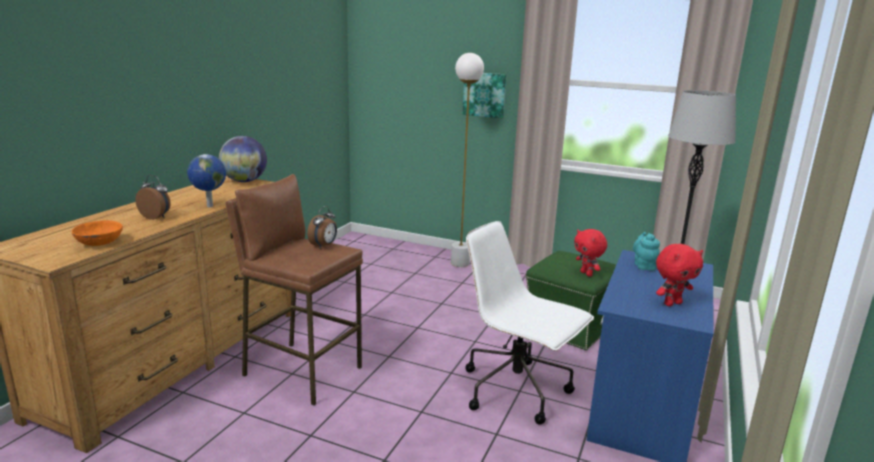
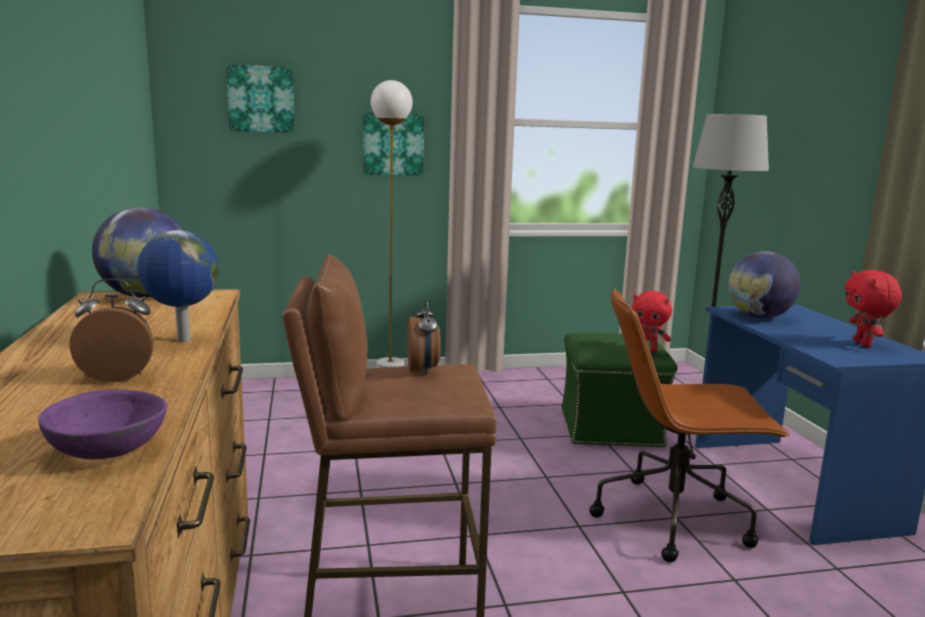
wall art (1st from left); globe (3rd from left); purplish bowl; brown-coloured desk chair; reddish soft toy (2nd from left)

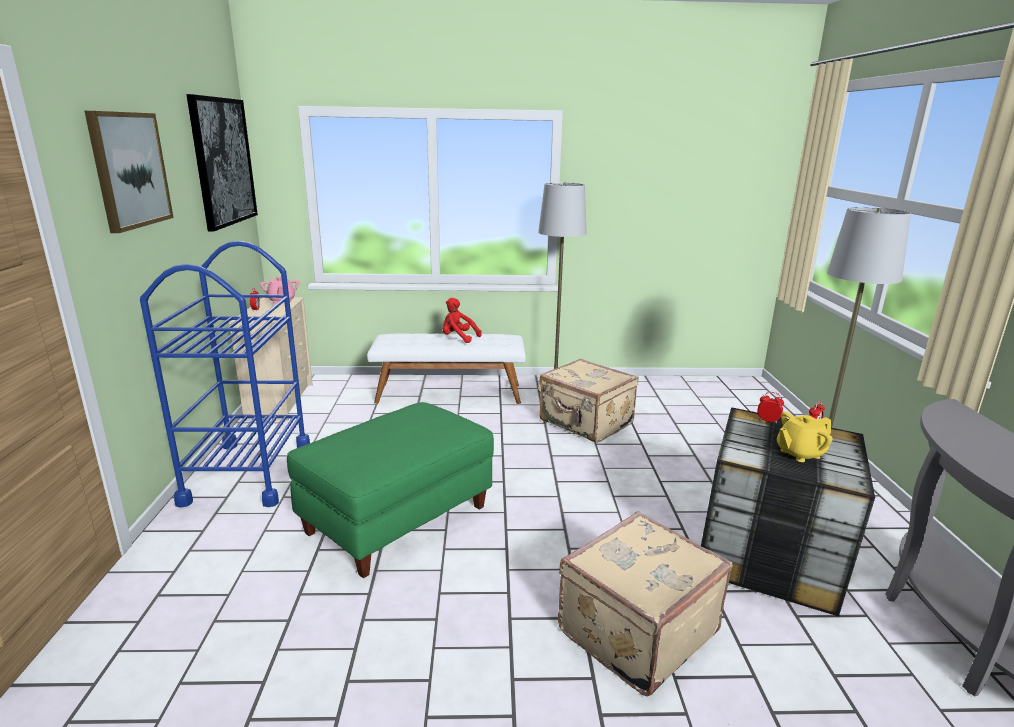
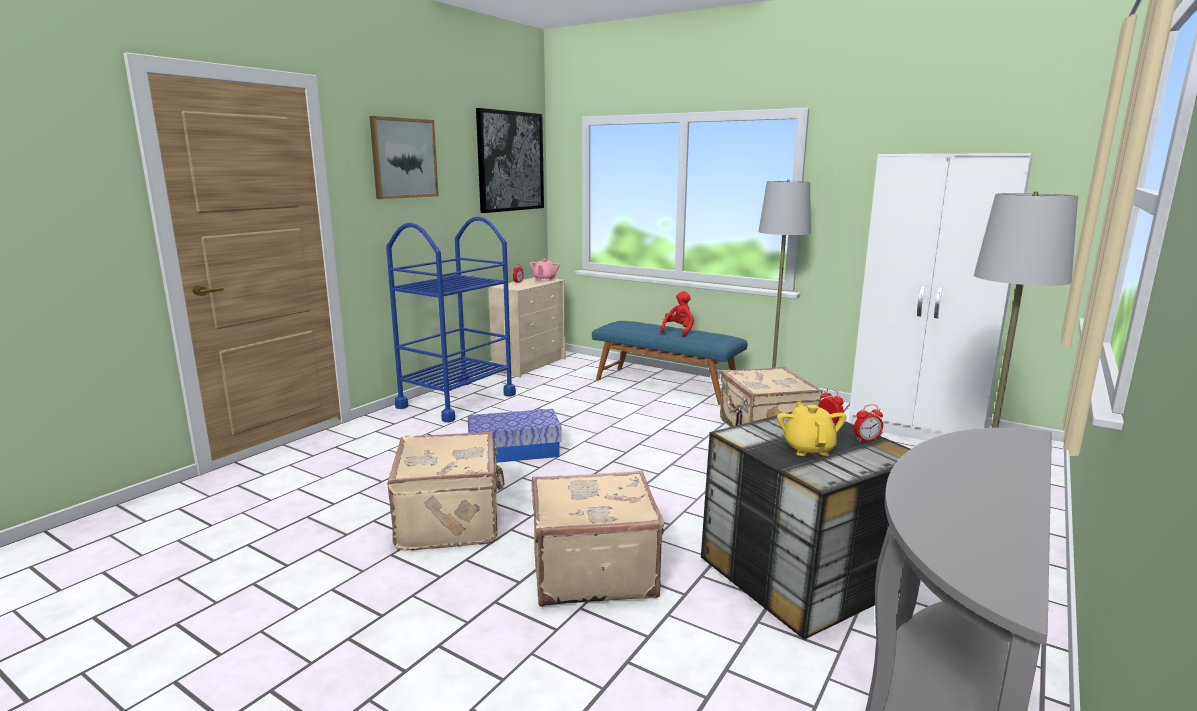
beige suitcase (1st from left); white clothes cupboard; storage box (1st from left); blue long seat; reddish soft toy; yellowish tea pot

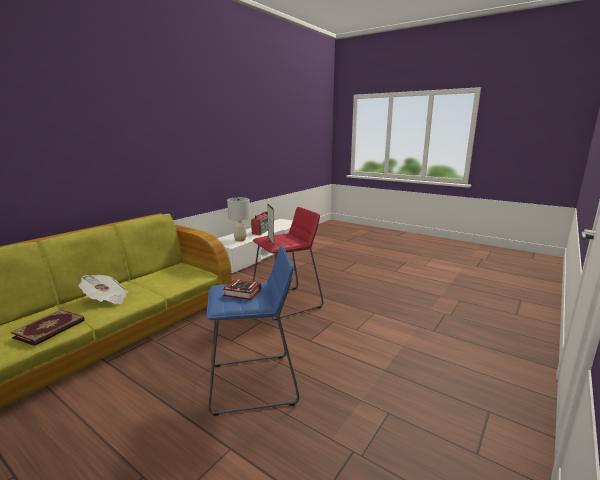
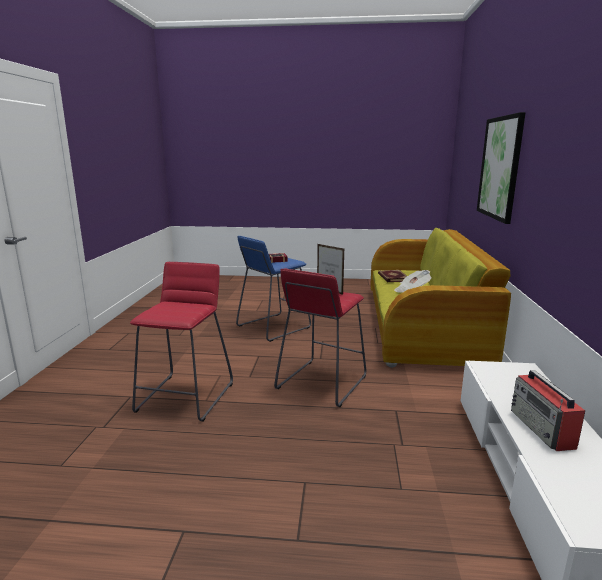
white lamp for a table; reddish stool seat (1st from left); wall art

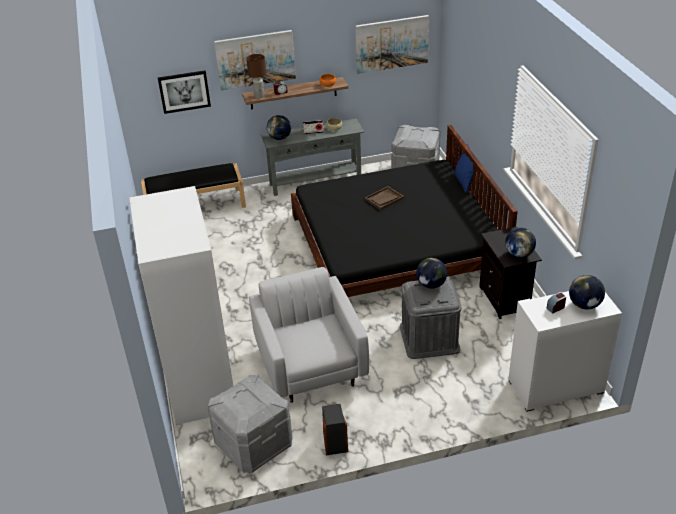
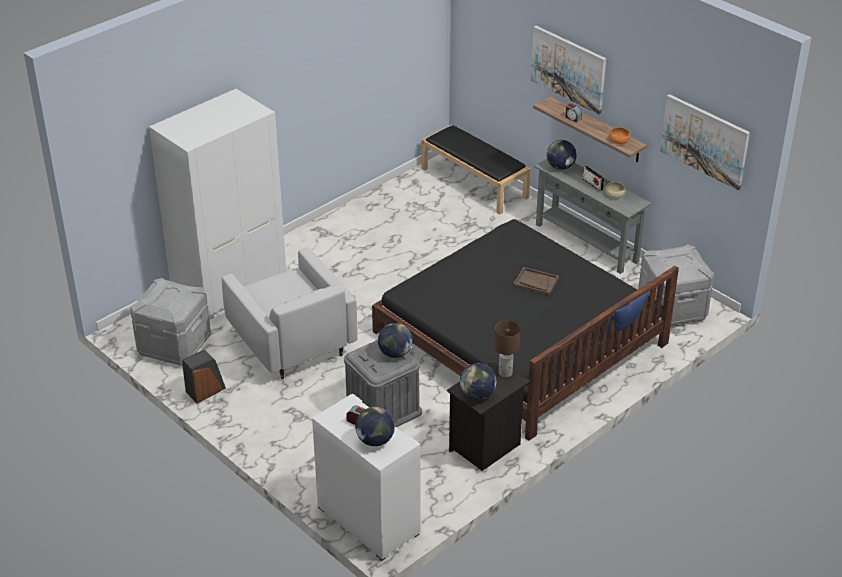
wall art (1st from left in the first image); brown-coloured lamp for a table; white armchair

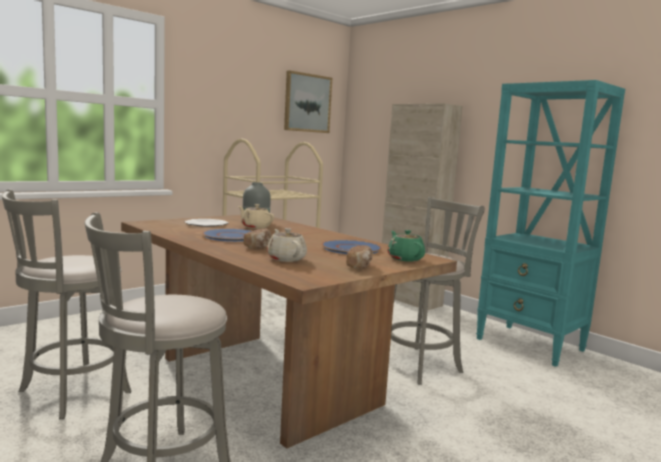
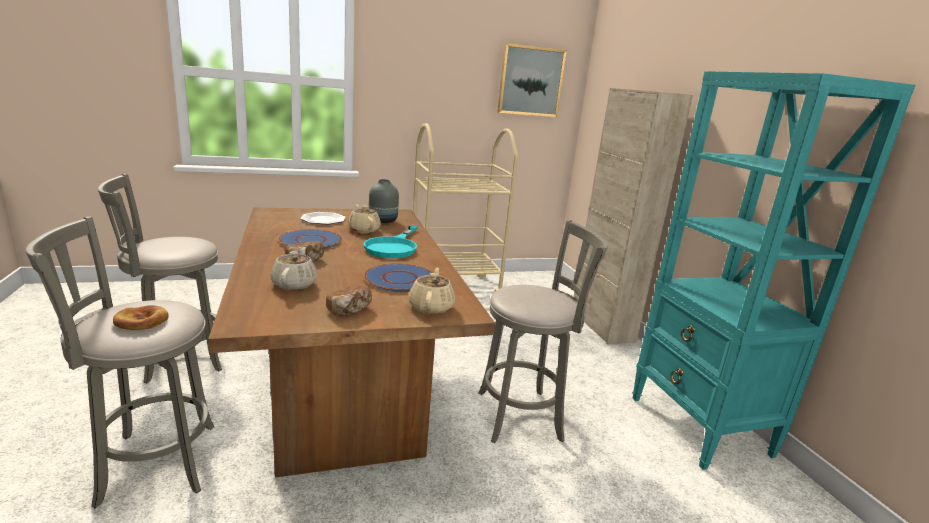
bakery bread (1st from left); turquoise-coloured skillet; beige tea pot (3rd from left)

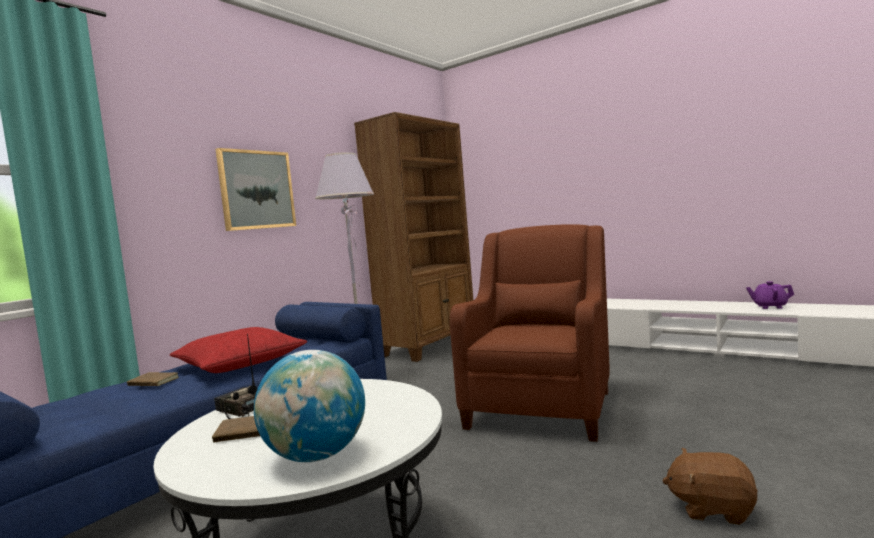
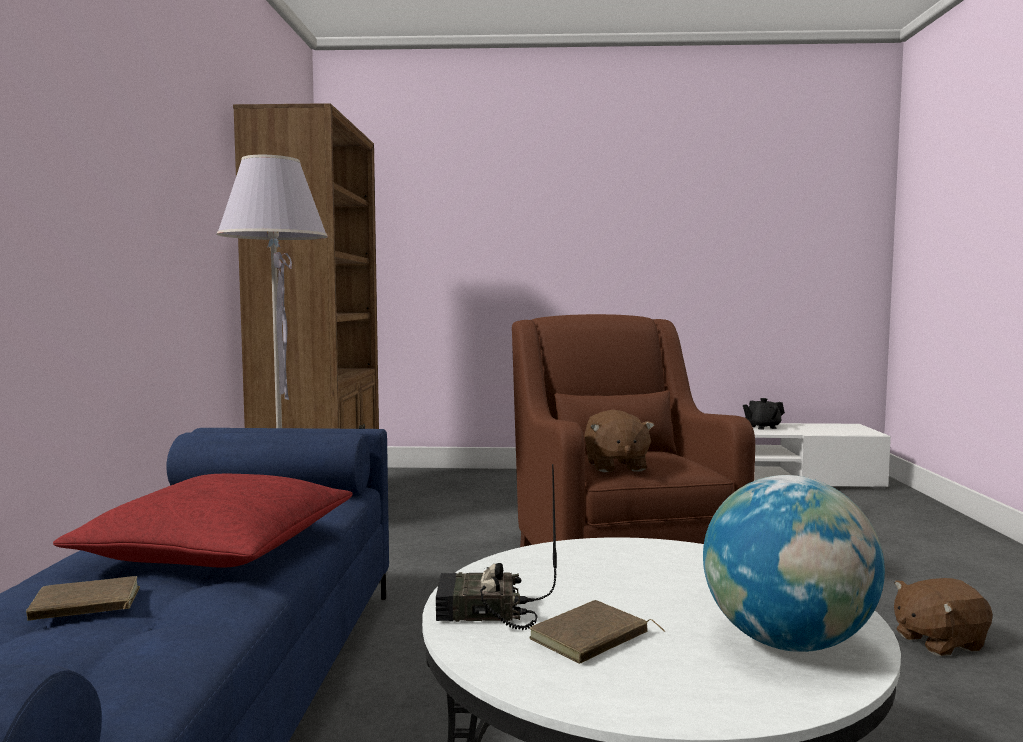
wall art; brown-coloured soft toy (1st from left); blackish tea pot

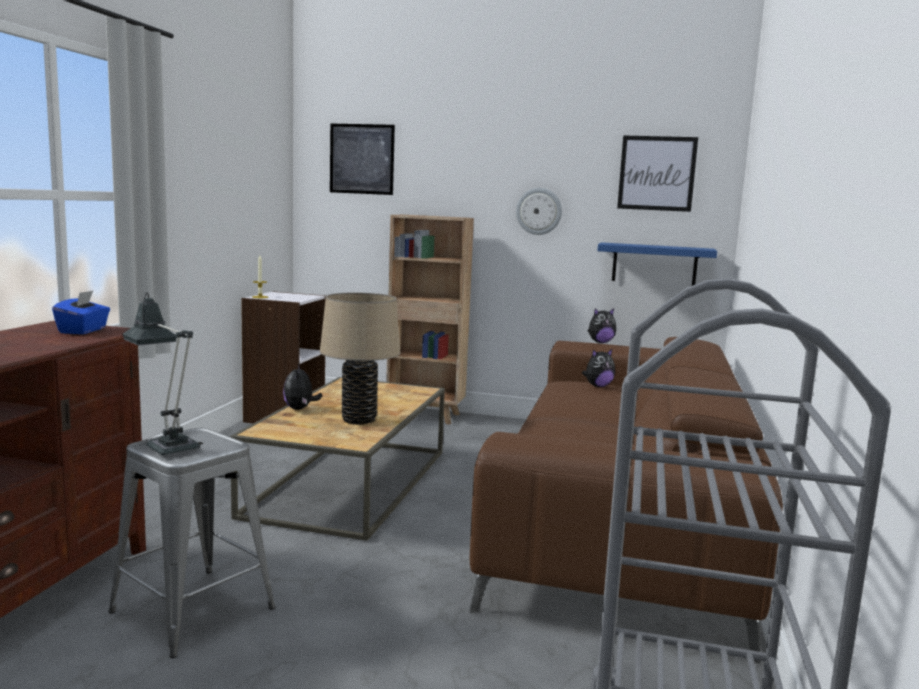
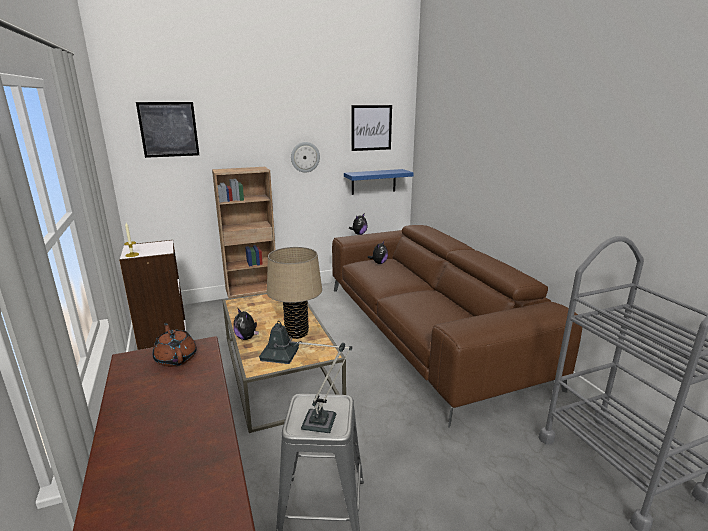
brown-coloured tea pot

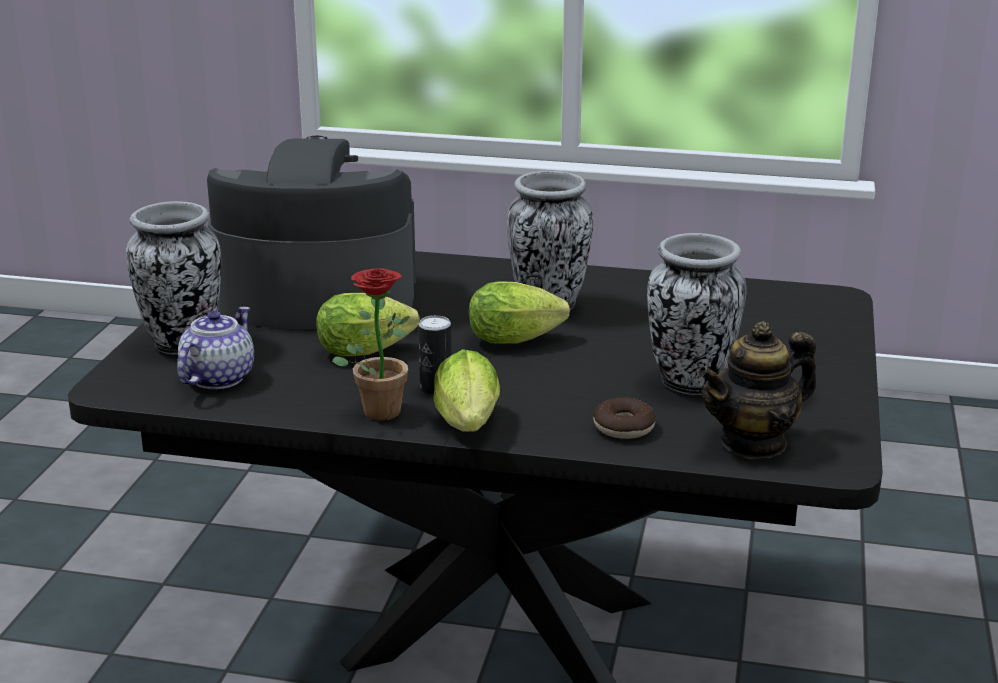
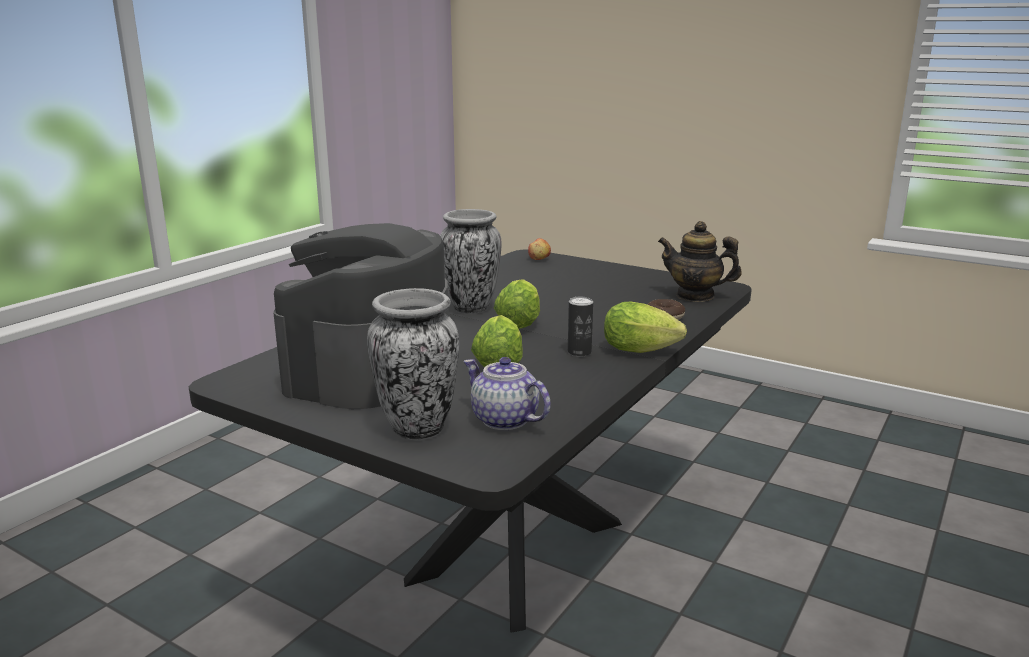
potted plant; decorative vase (3rd from left in the first image); apple; tea pot (2nd from left)

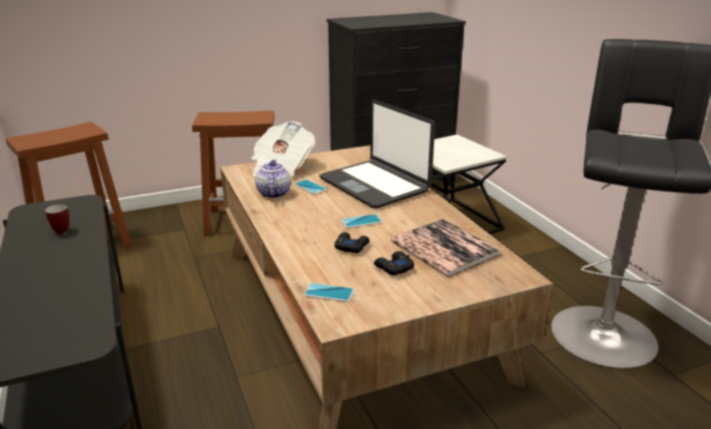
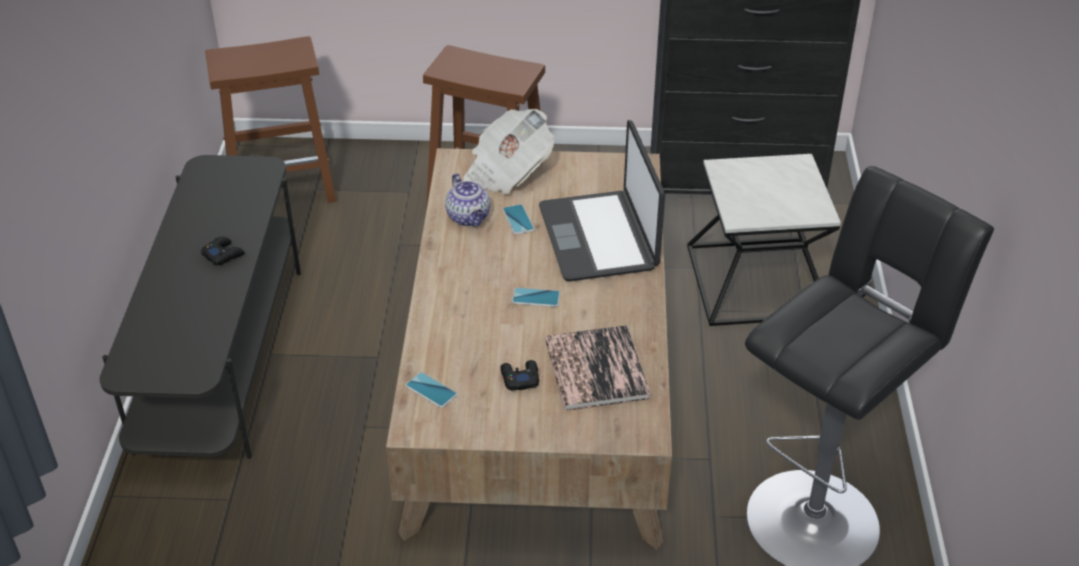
mug; blackish joypad (1st from left); tea pot

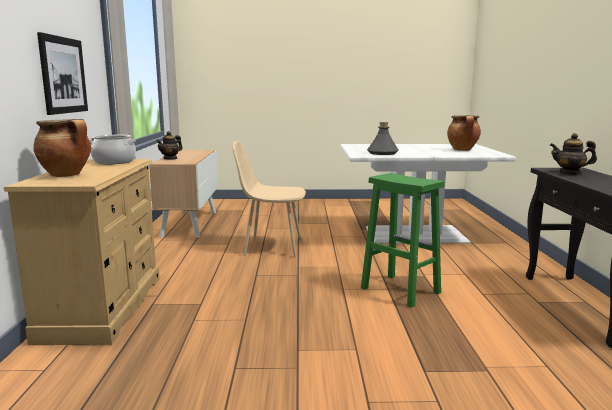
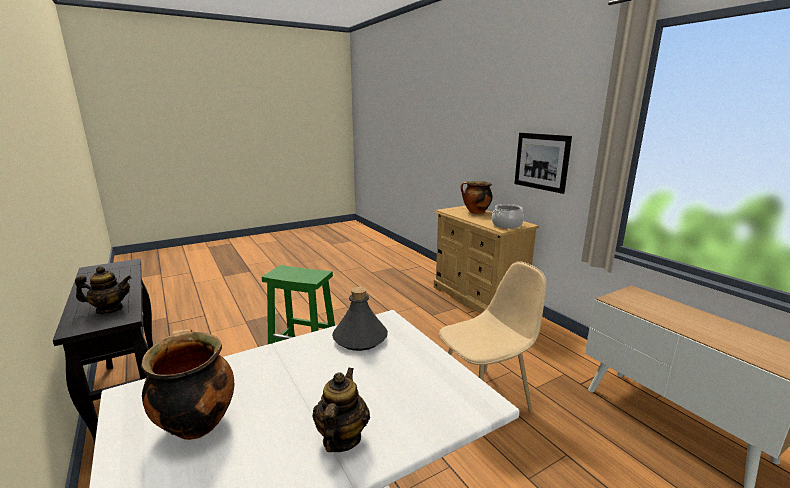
tea pot (2nd from left)

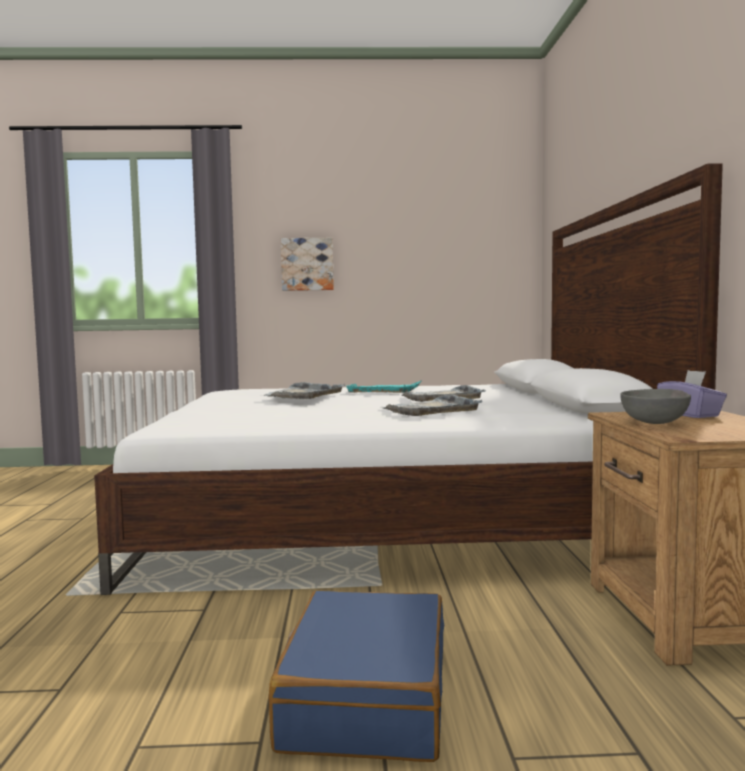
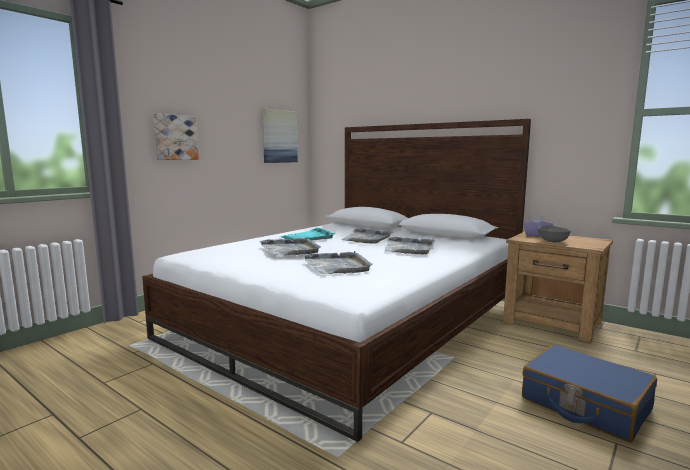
wall art (2nd from left); grey carrying tray (2nd from left)

